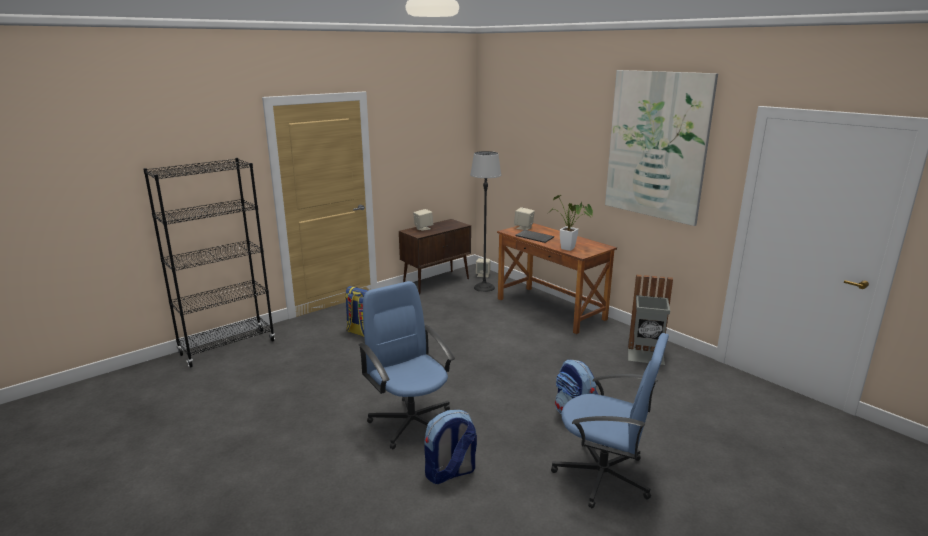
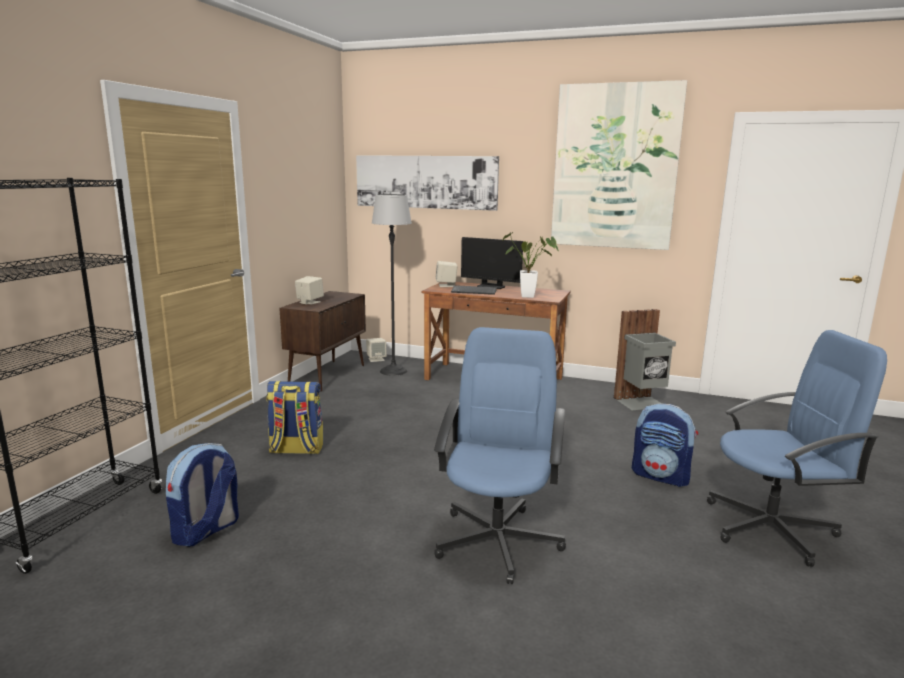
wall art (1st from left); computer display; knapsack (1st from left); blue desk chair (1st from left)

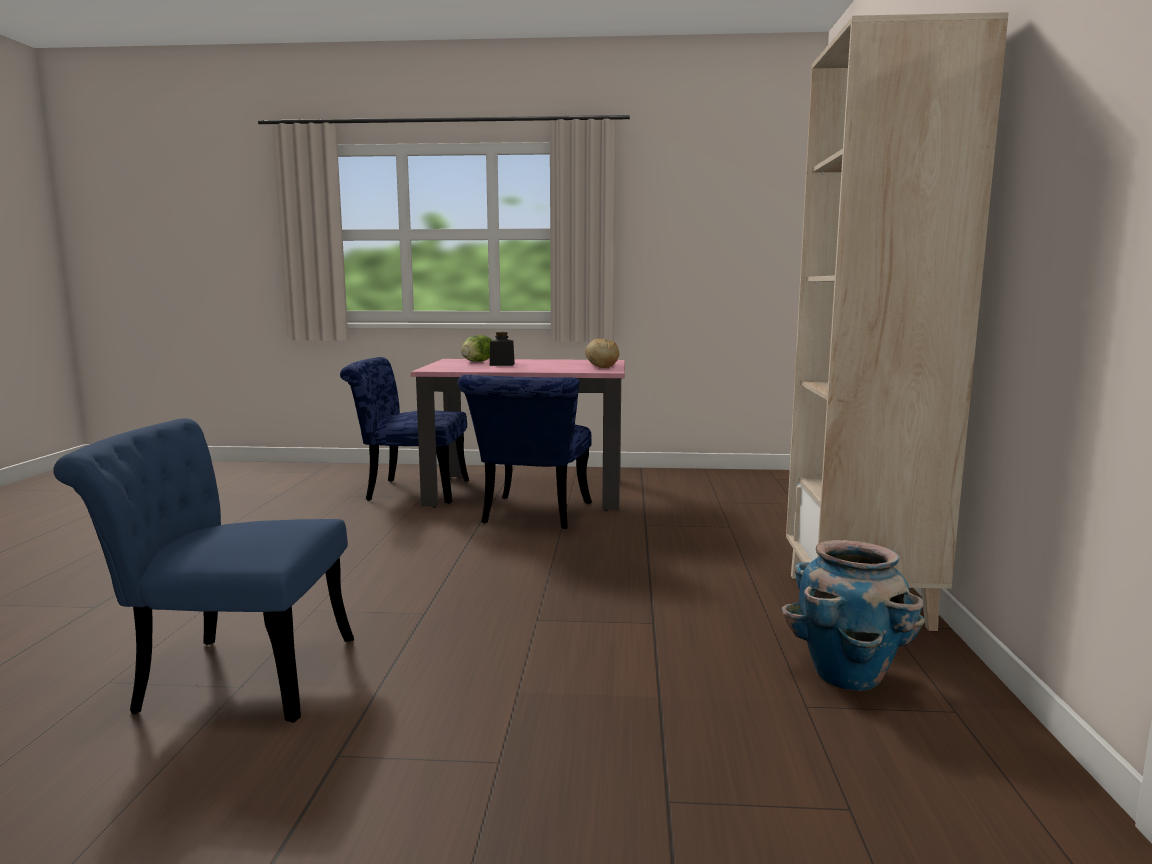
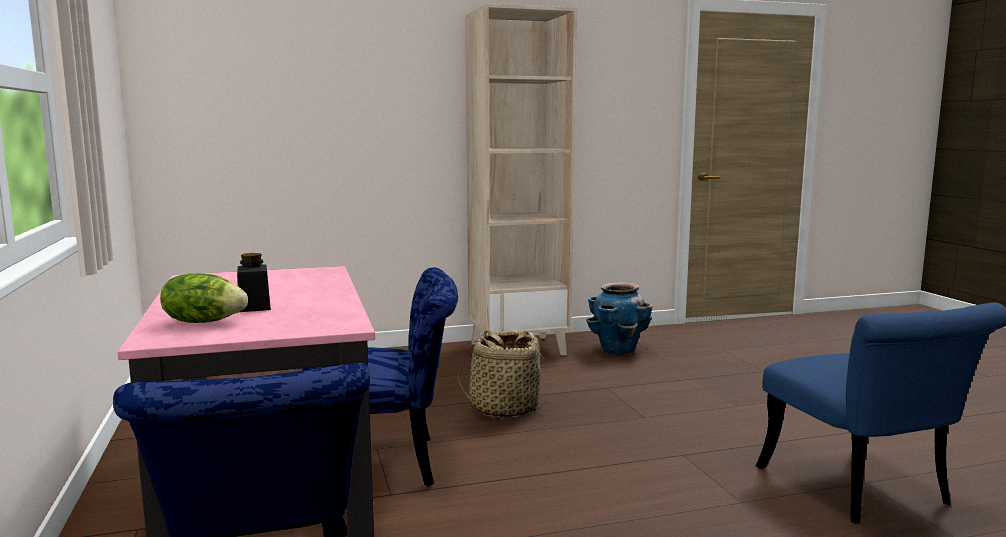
bakery bread; basket

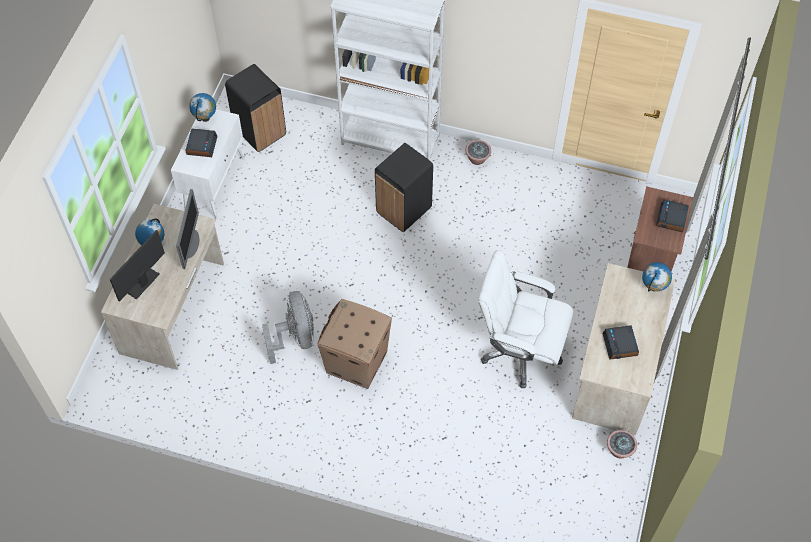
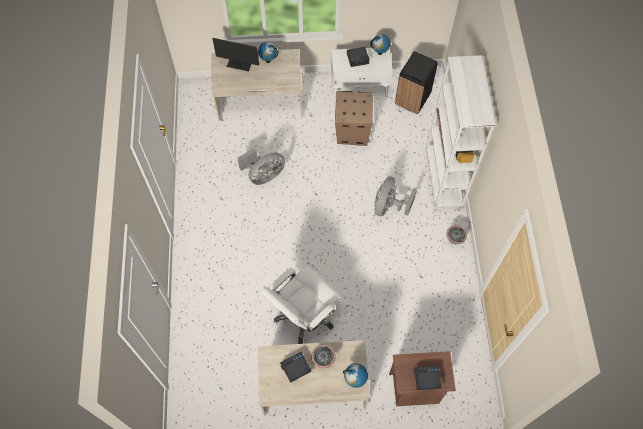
computer display (2nd from left in the first image); packing box; potted plant (1st from left); grey electric fan (2nd from left); white desk chair

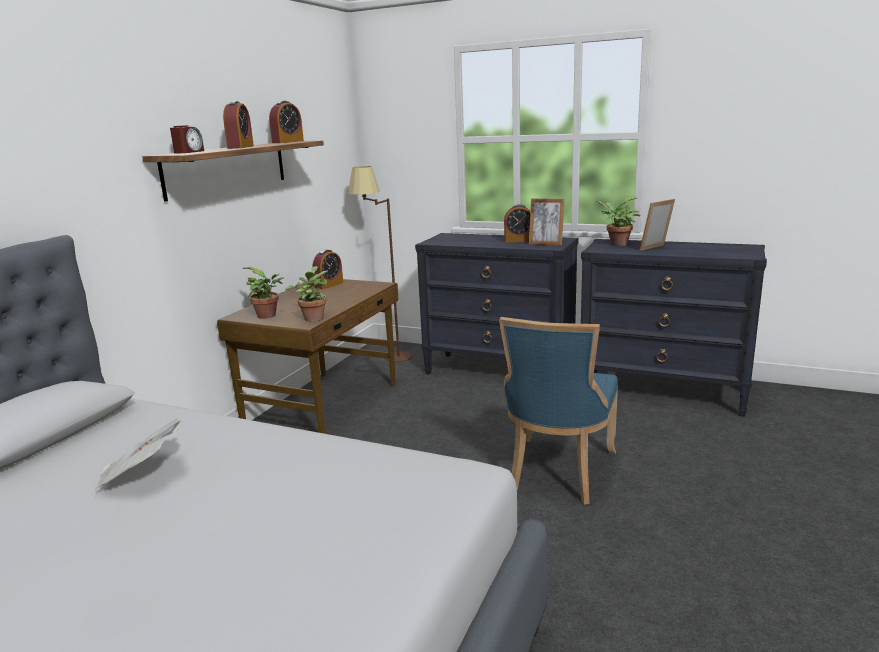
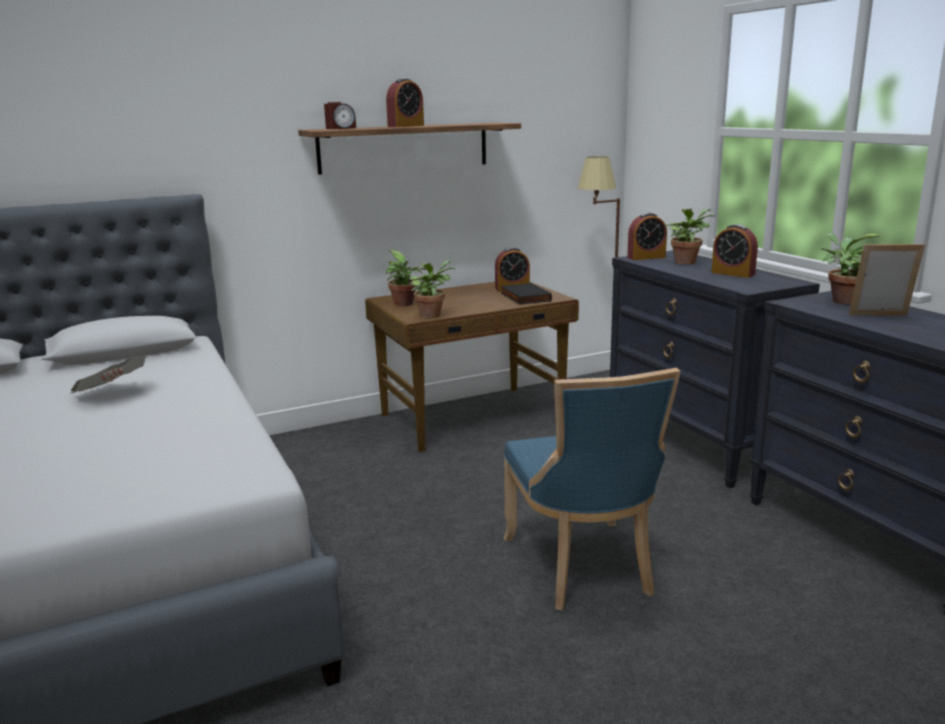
photo frame (1st from left in the first image); blackish bound book; potted plant (3rd from left); alarm clock (4th from left); blue plain chair

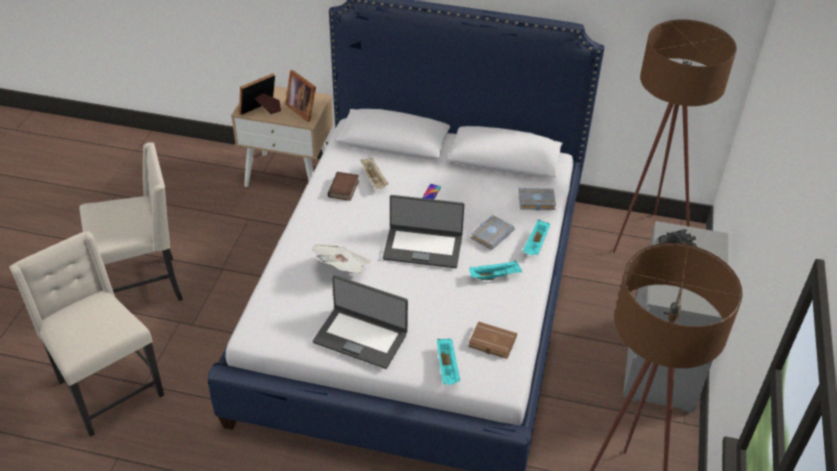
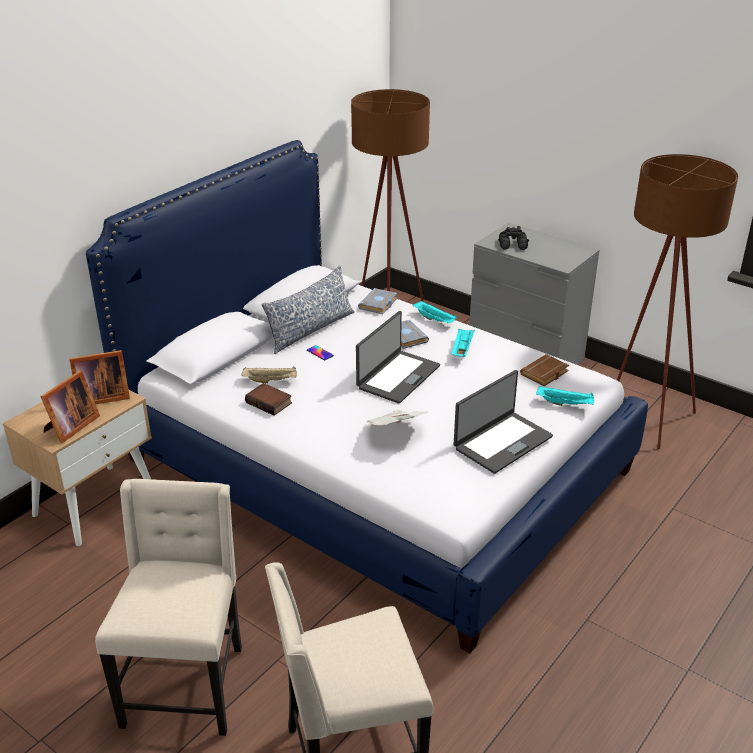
cushion; photo frame (1st from left)

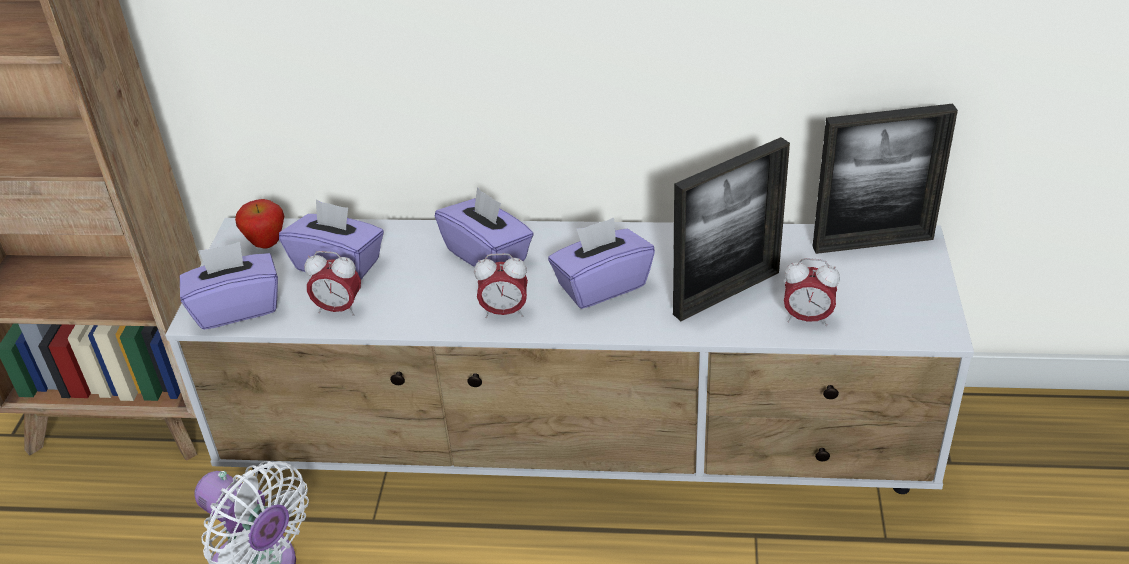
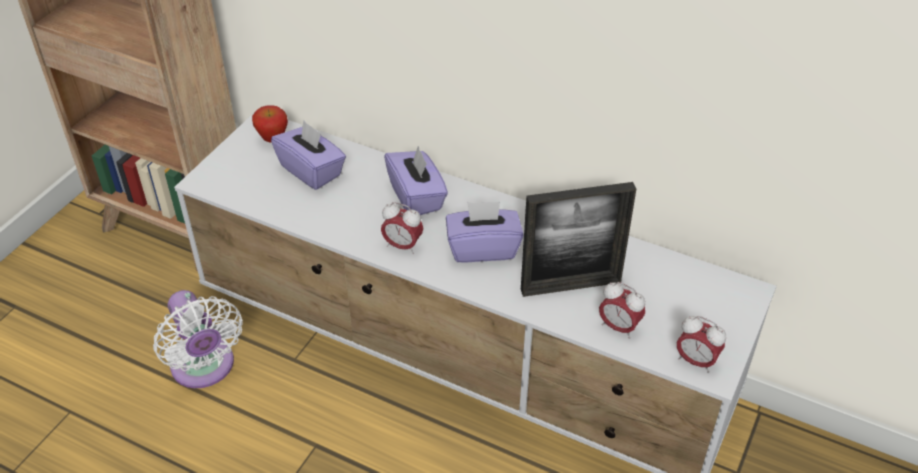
purplish box of tissues (1st from left in the first image); photo frame (2nd from left in the first image); alarm clock (3rd from left)

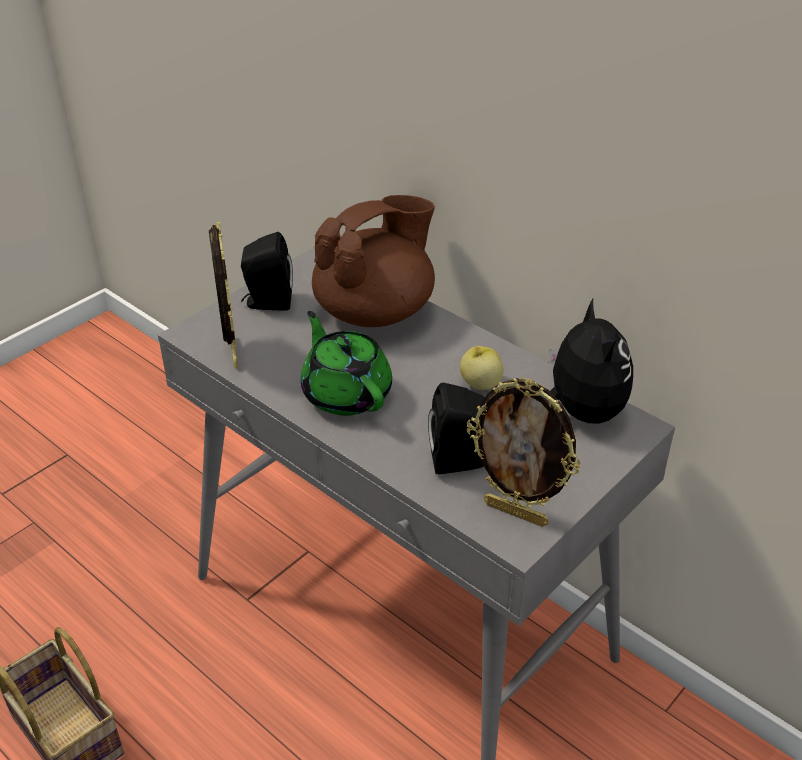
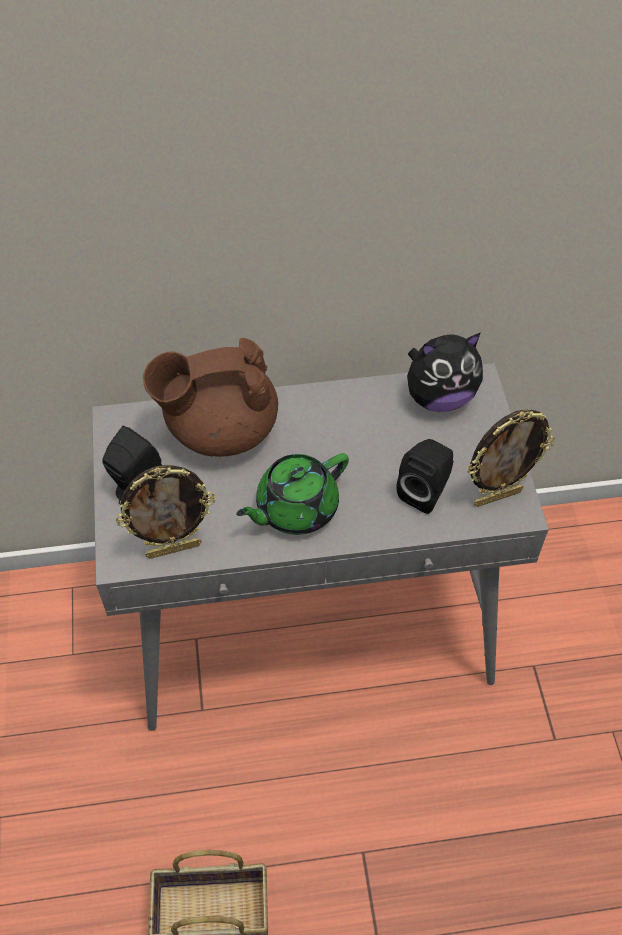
apple; photo frame (1st from left); greenish tea pot; brown-coloured tea pot; soft toy

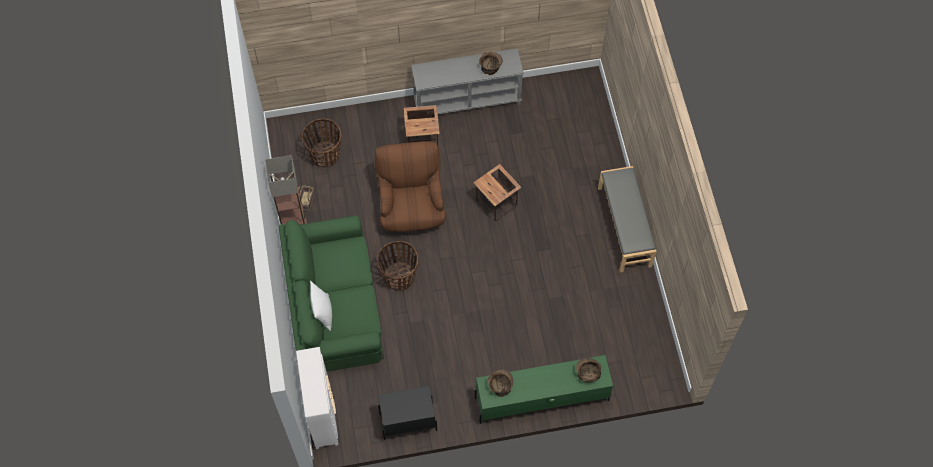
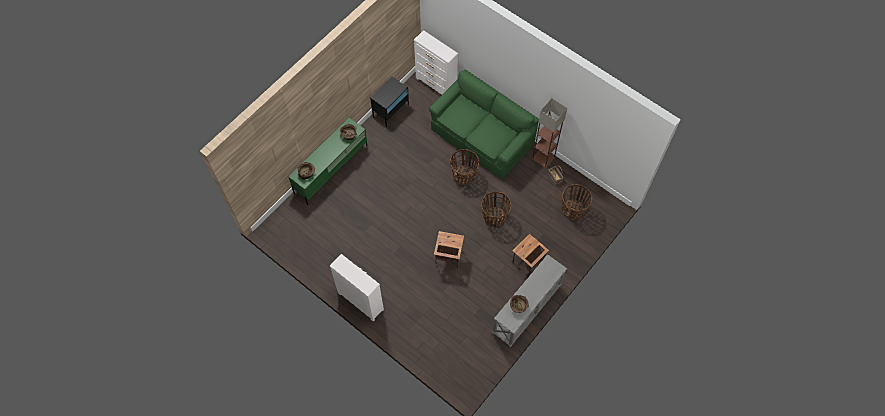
white cushion; basket (2nd from left); white drawer chest (1st from left)

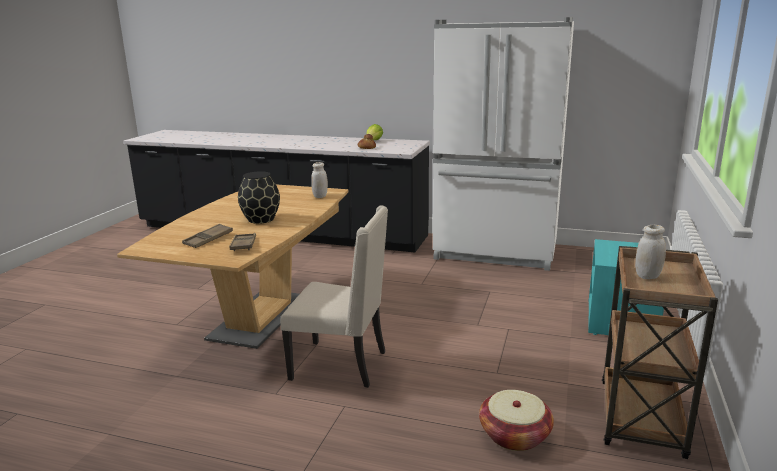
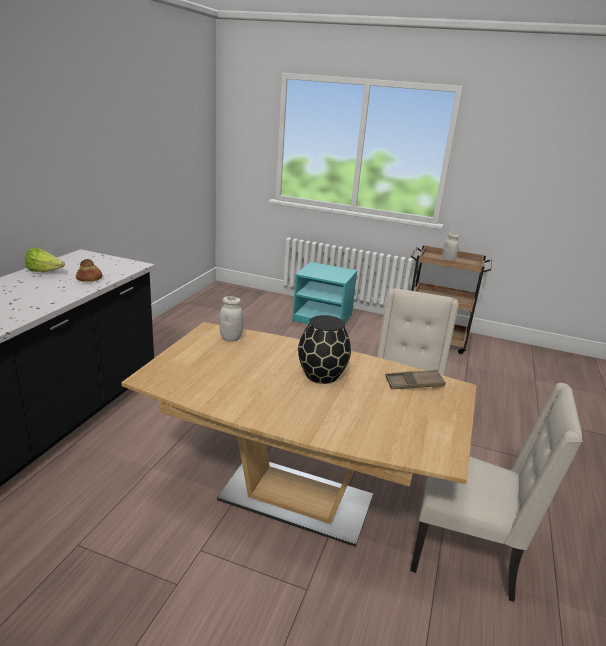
brown-coloured carrying tray (1st from left in the first image); white kitchen fridge; basket; beige plain chair (2nd from left)

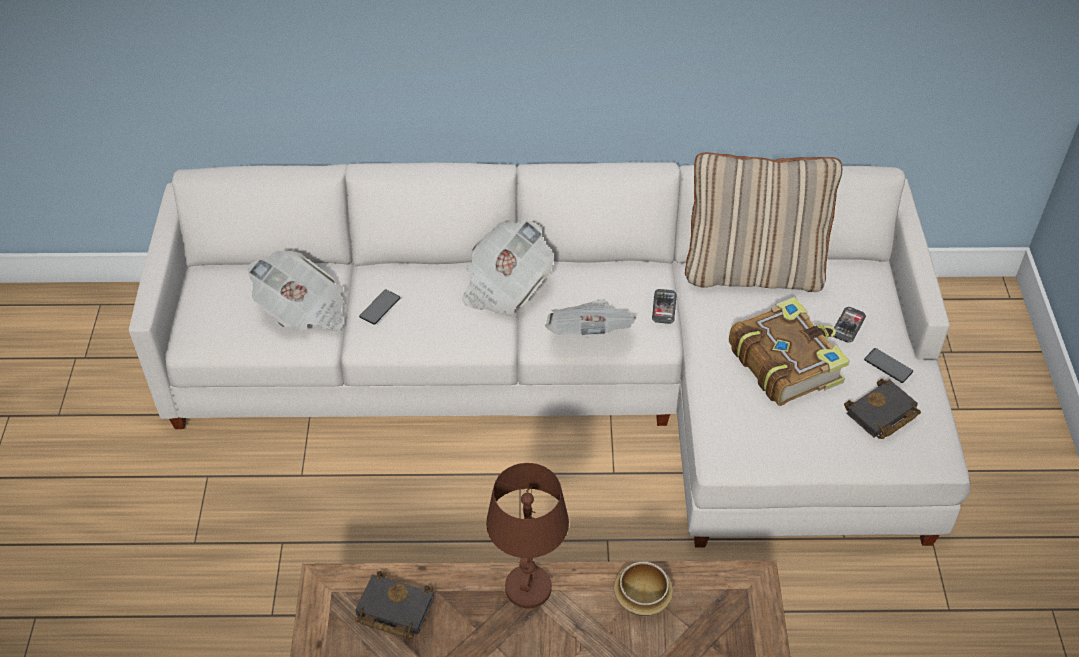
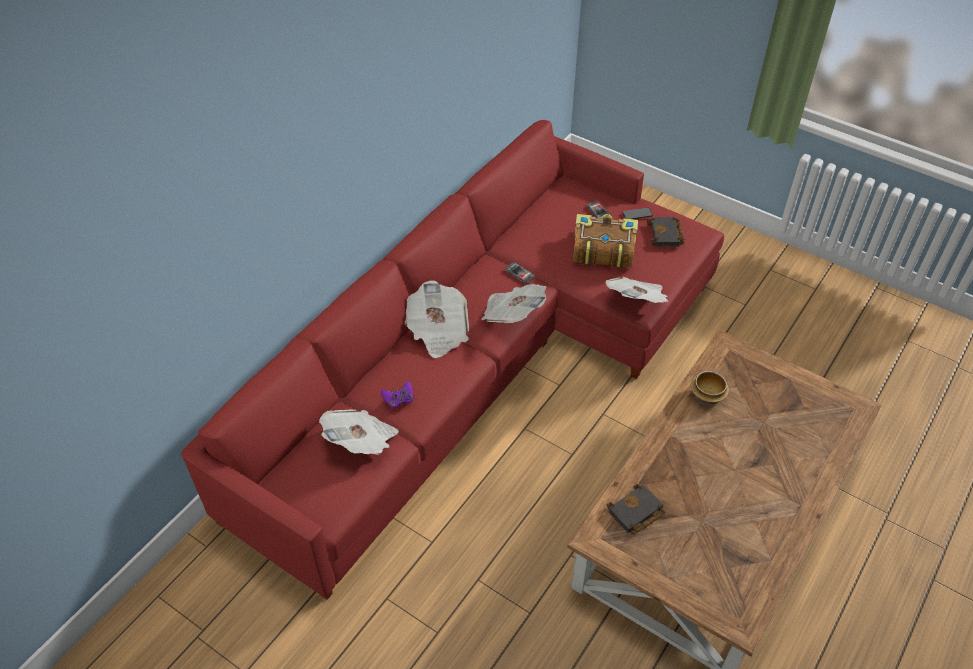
brown-coloured lamp for a table; beige cushion; daily paper (4th from left); purplish joypad; reddish couch

